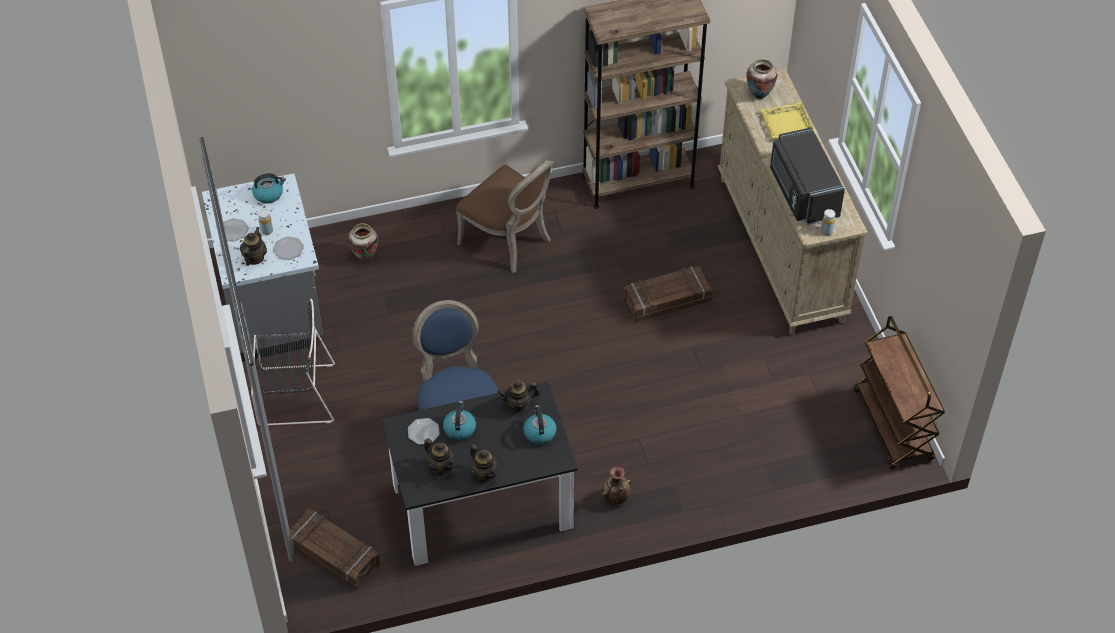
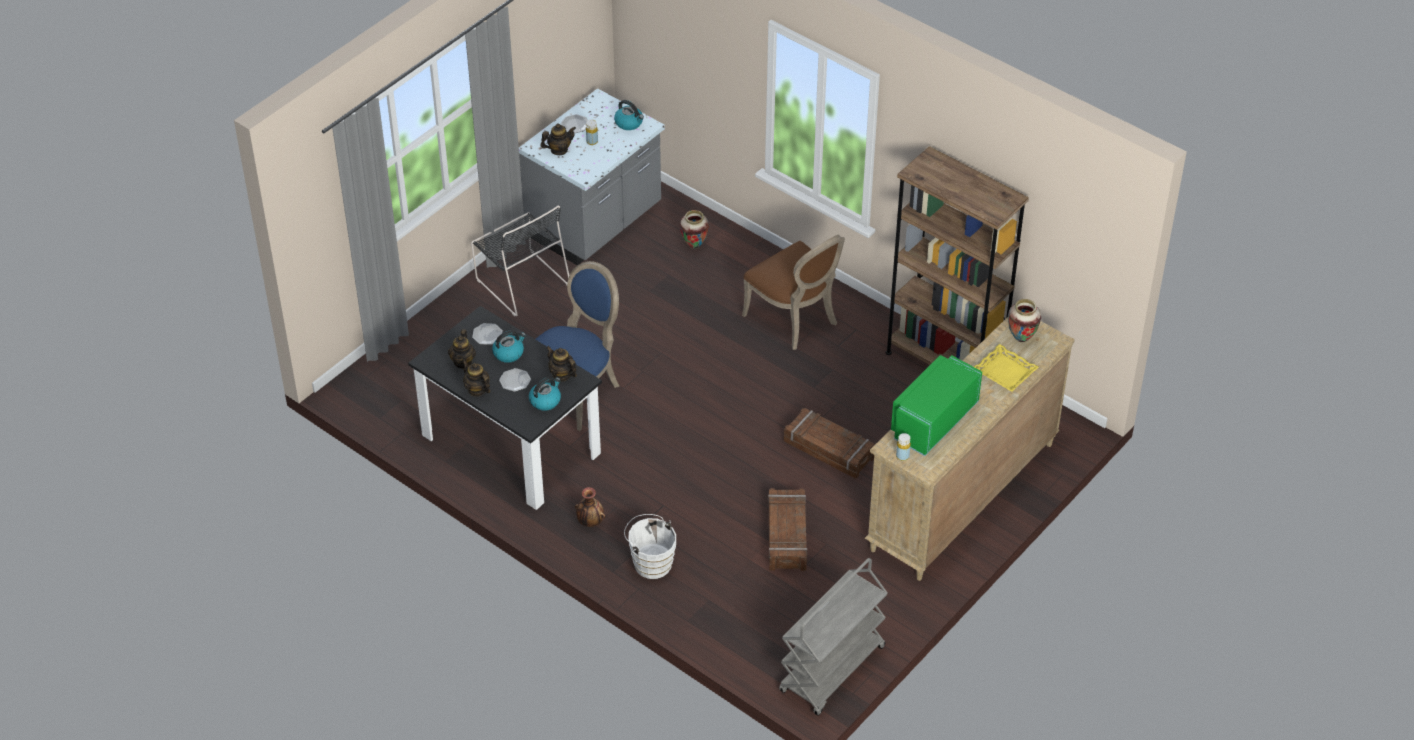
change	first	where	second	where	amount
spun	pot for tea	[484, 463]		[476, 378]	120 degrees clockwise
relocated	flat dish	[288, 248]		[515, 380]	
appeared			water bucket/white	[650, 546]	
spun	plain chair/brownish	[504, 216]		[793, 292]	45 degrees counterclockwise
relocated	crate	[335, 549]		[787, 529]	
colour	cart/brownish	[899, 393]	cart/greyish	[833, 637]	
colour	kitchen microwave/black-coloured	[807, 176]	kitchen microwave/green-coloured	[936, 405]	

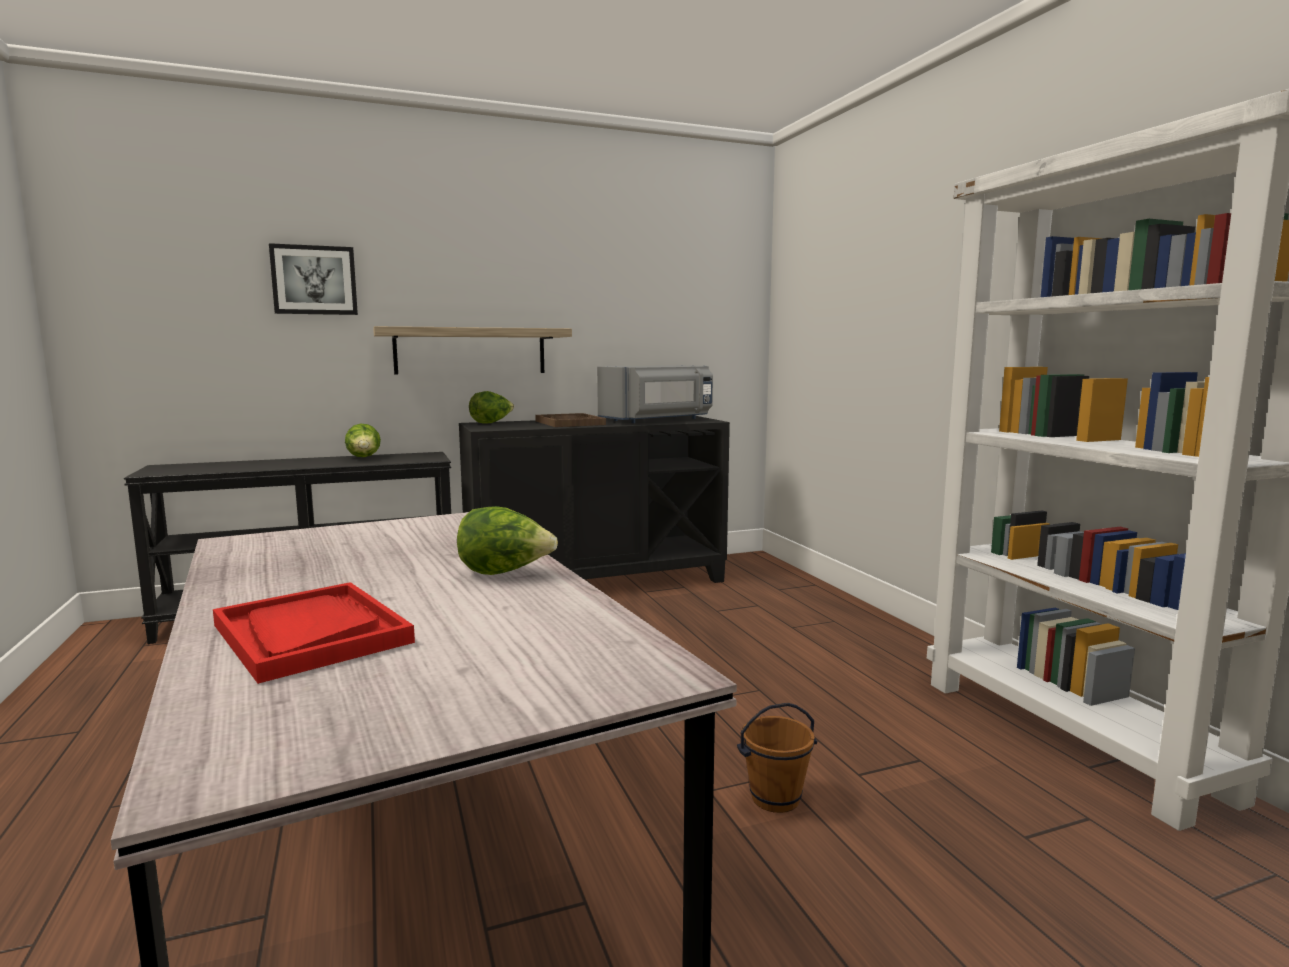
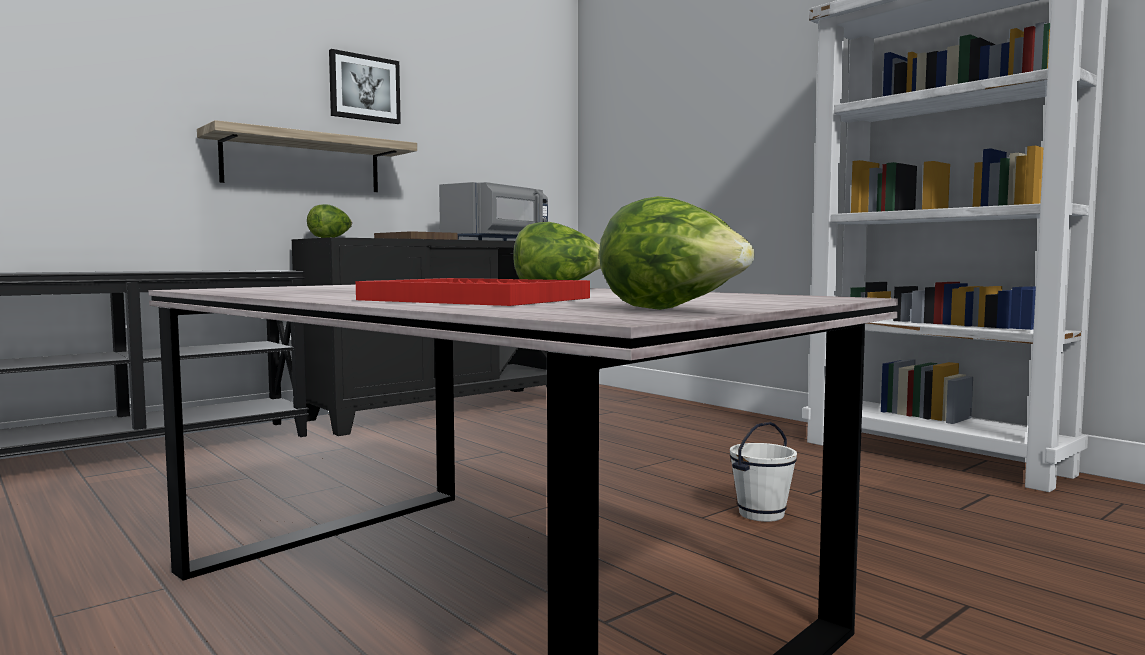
change	first	where	second	where	amount
relocated	picture	[313, 279]		[365, 86]	
relocated	lettuce	[363, 440]		[677, 253]	
colour	water bucket/brownish	[777, 758]	water bucket/white	[763, 471]	

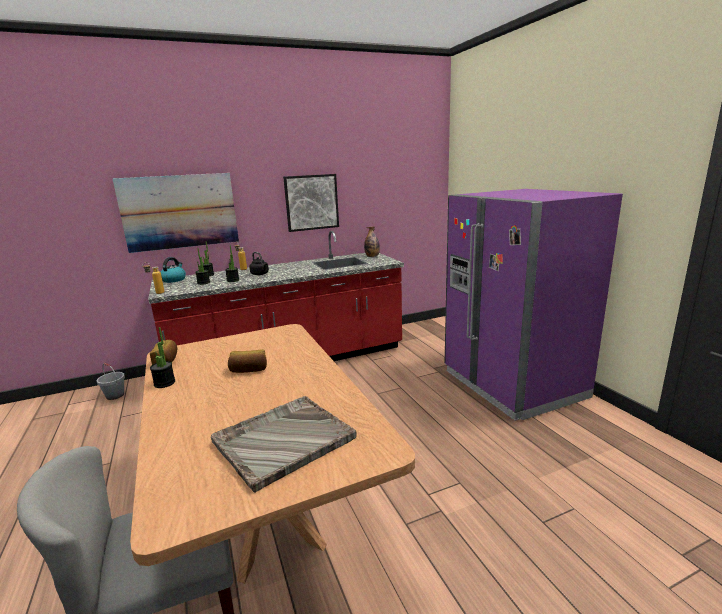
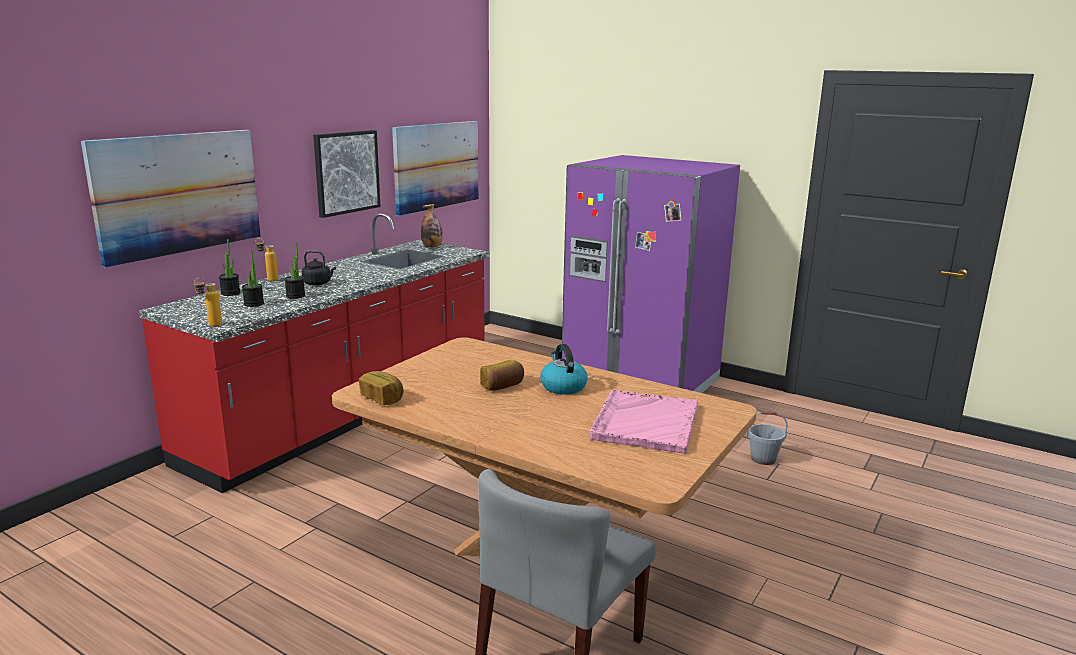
change	first	where	second	where	amount
appeared			picture	[435, 168]	
relocated	kettle	[173, 270]		[564, 369]	
colour	carrying tray/greyish	[284, 444]	carrying tray/pink	[644, 421]	
relocated	water bucket/greyish	[111, 381]		[767, 438]	
missing	potted plant	[162, 357]			

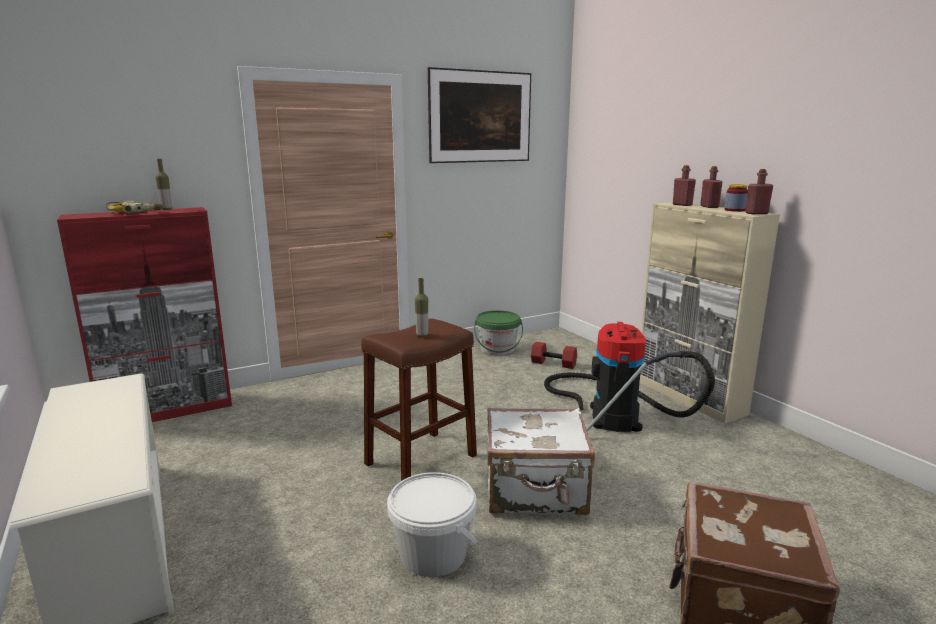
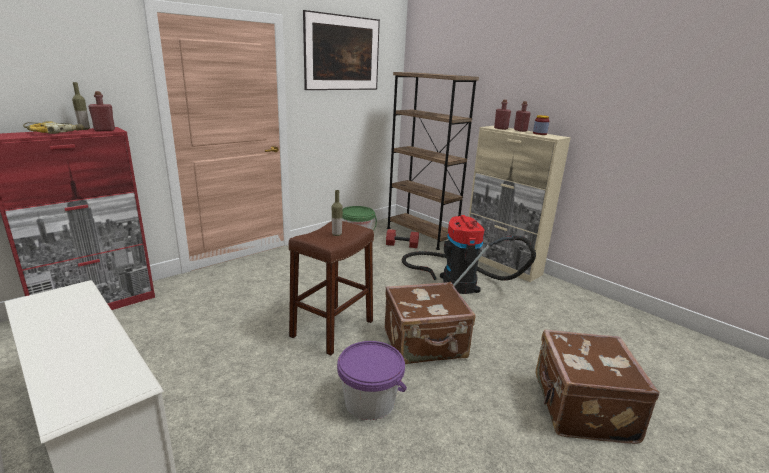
change	first	where	second	where	amount
relocated	drink bottle/reddish	[759, 191]		[101, 111]	
colour	water bucket/white	[432, 524]	water bucket/purple	[372, 380]	
colour	piece of luggage/white	[541, 461]	piece of luggage/brownish	[430, 323]	
appeared			shelving unit/brownish	[433, 161]	

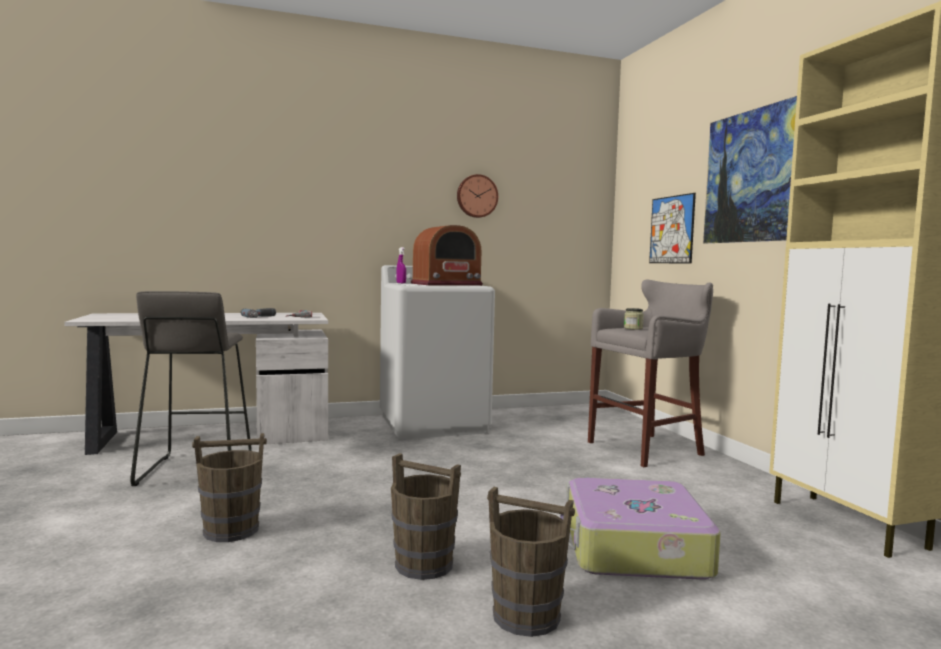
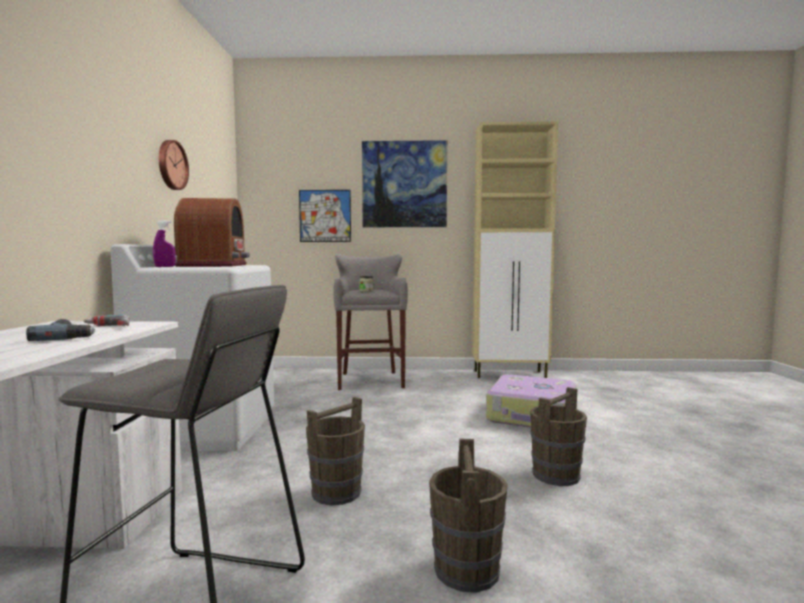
change	first	where	second	where	amount
relocated	water bucket/brownish	[531, 562]		[335, 451]	

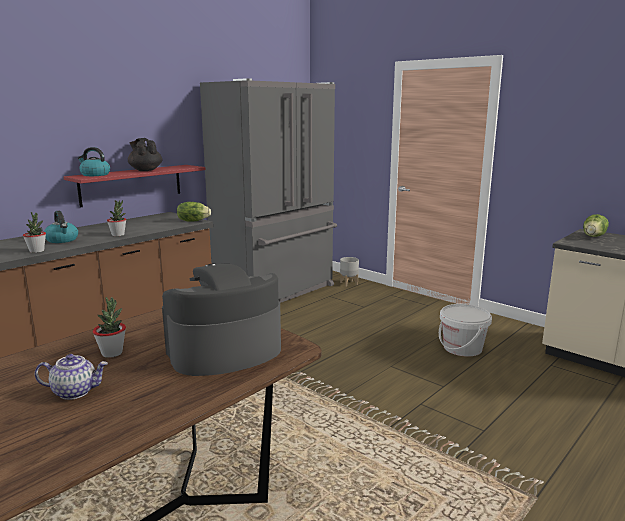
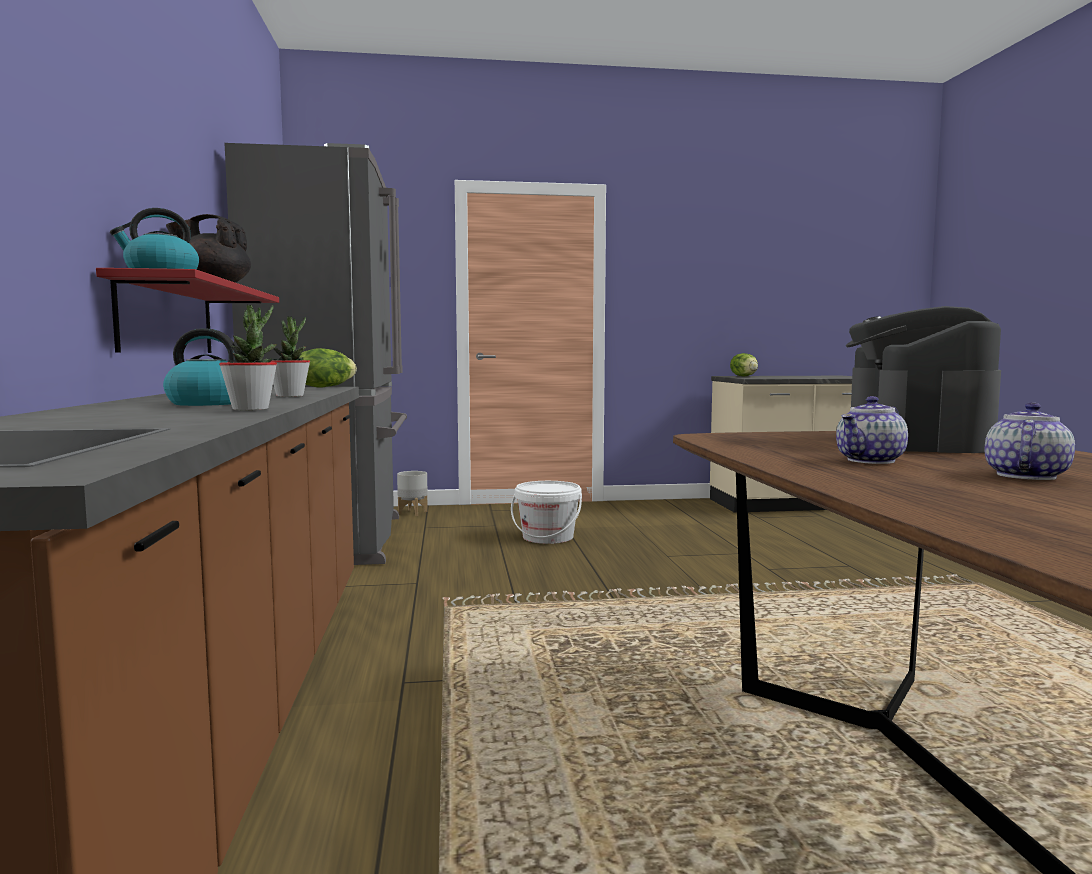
change	first	where	second	where	amount
relocated	water bucket/white	[465, 330]		[546, 512]	
exchanged	potted plant	[109, 327]	pot for tea	[872, 430]	

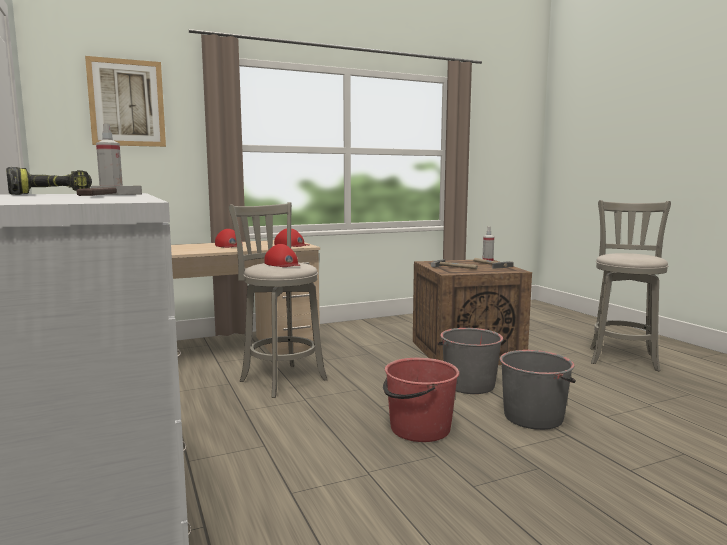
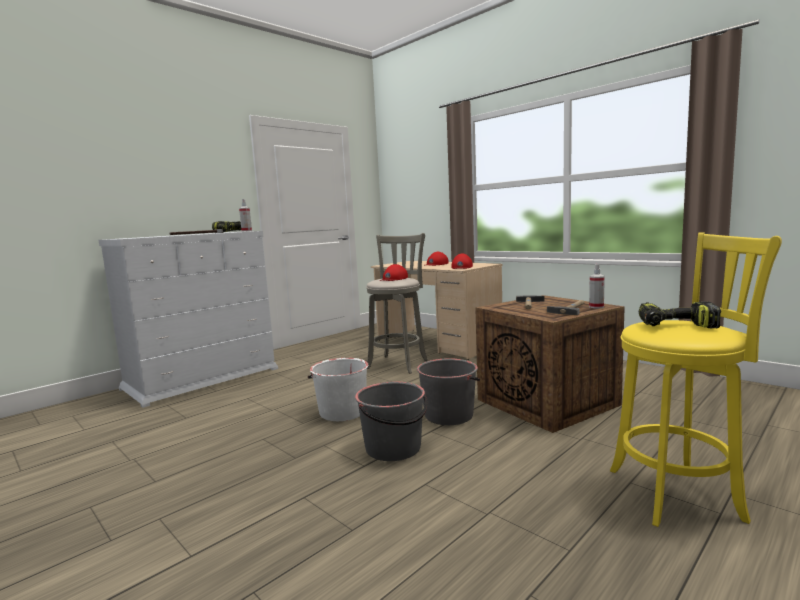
change	first	where	second	where	amount
colour	water bucket/reddish	[421, 400]	water bucket/white	[338, 389]	
colour	stool seat/greyish	[630, 286]	stool seat/yellowish	[696, 379]	
appeared			drill	[680, 315]	
missing	picture	[125, 101]			

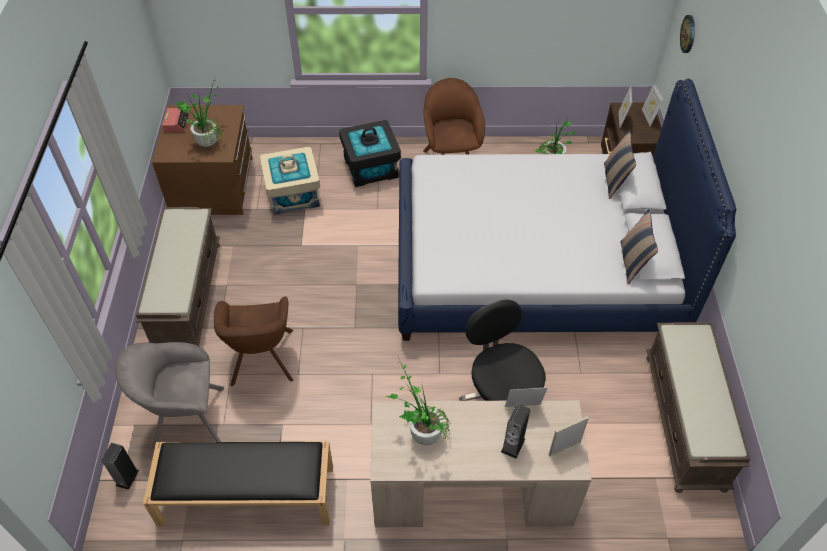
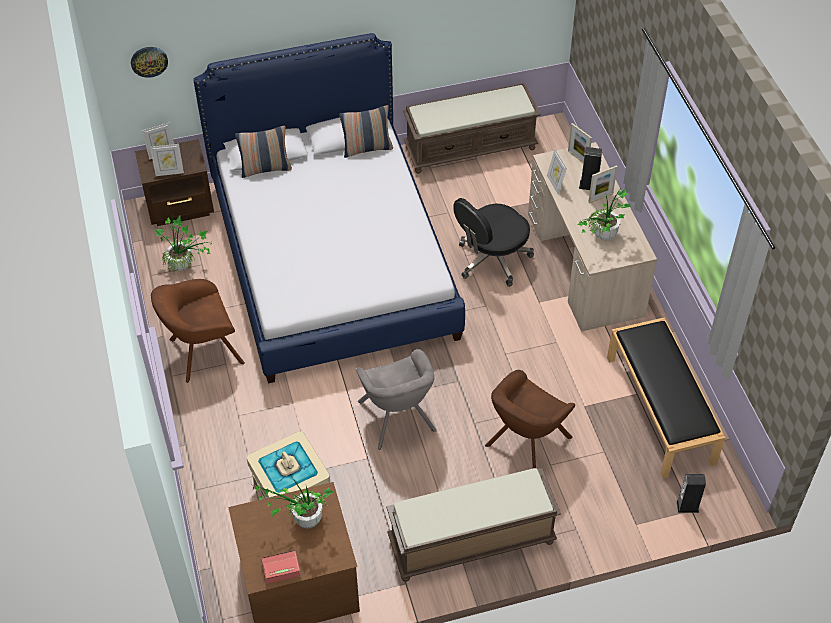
change	first	where	second	where	amount
relocated	armchair/greyish	[169, 395]		[396, 399]	
spun	armchair/brownish	[253, 341]		[530, 419]	150 degrees clockwise
appeared			standing frame	[602, 184]	
missing	storage box/black-coloured	[370, 153]			

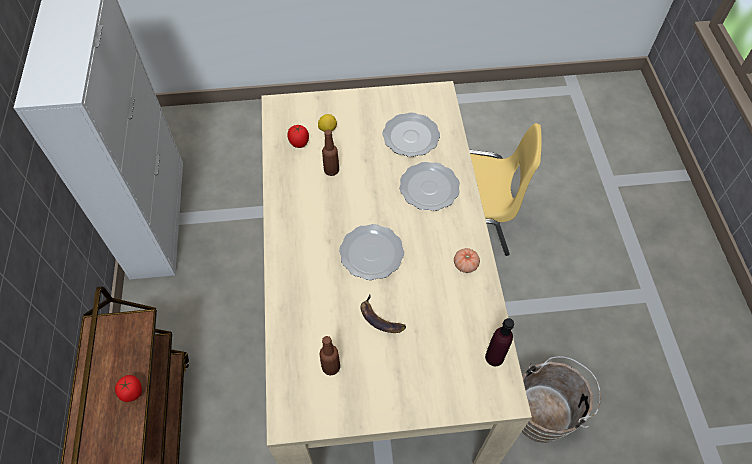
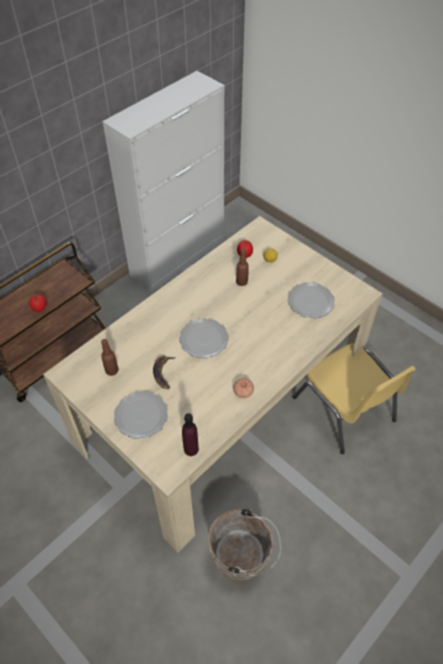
change	first	where	second	where	amount
relocated	flat dish	[429, 186]		[141, 415]	

